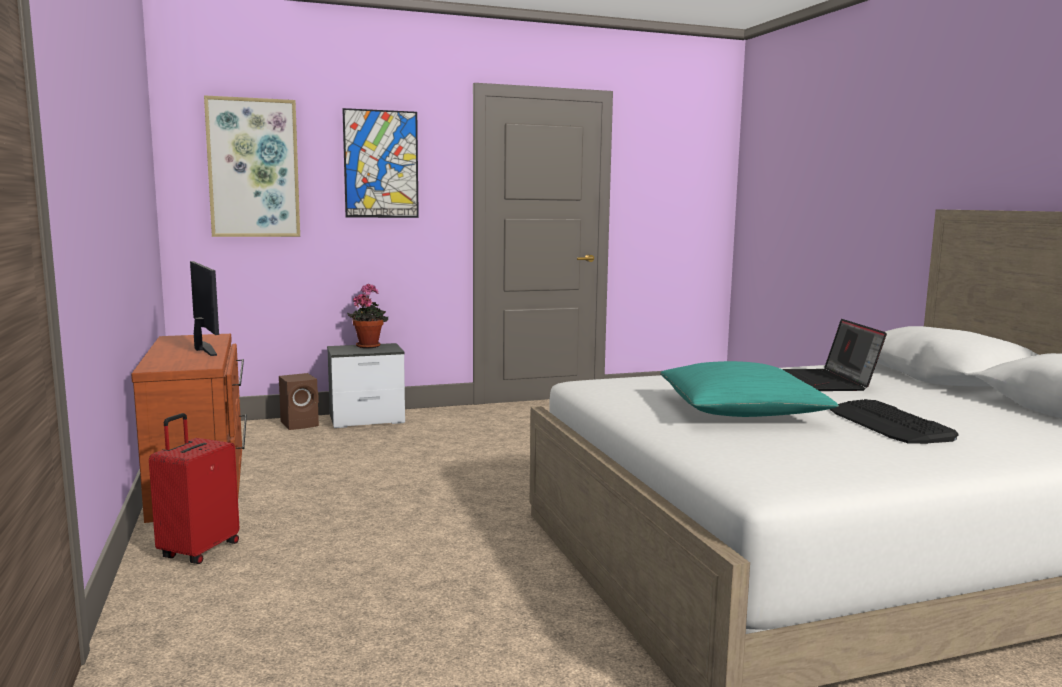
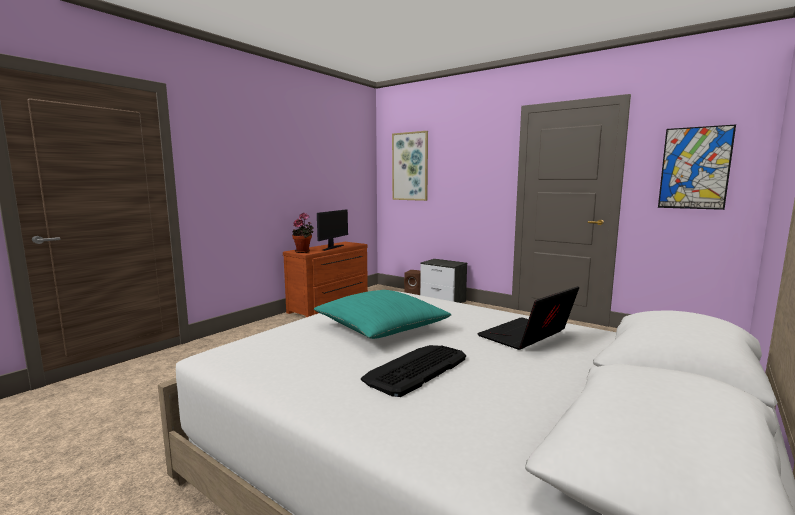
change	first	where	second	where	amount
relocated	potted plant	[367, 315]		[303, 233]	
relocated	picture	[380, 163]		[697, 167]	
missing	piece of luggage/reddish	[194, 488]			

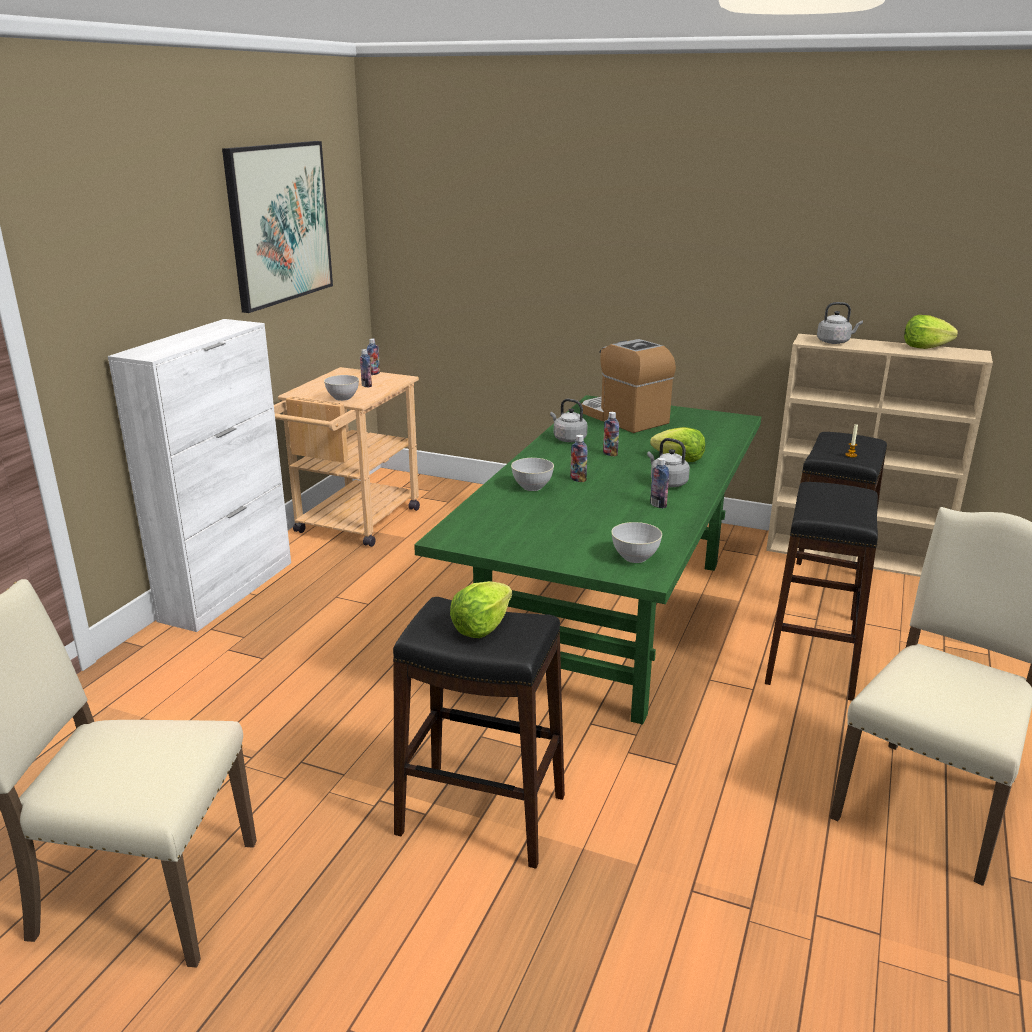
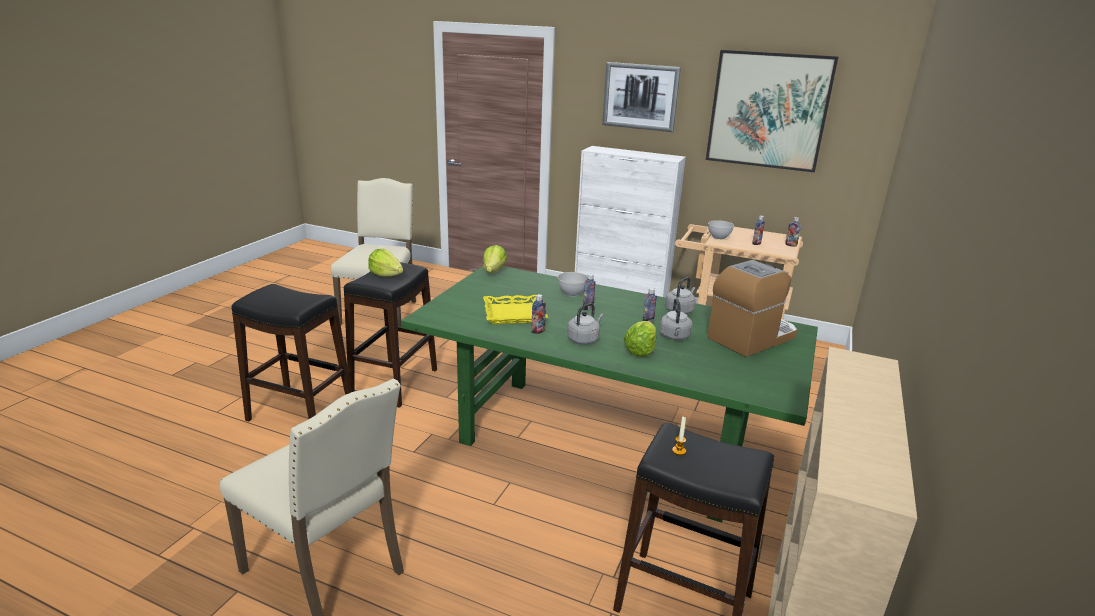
change	first	where	second	where	amount
relocated	stool seat/black-coloured	[821, 591]		[291, 352]	
relocated	lettuce	[931, 332]		[495, 259]	
appeared			carrying tray/yellowish	[515, 309]	
appeared			picture	[641, 97]	
relocated	kettle/greyish	[840, 323]		[676, 319]	
missing	bowl/greyish	[636, 542]			

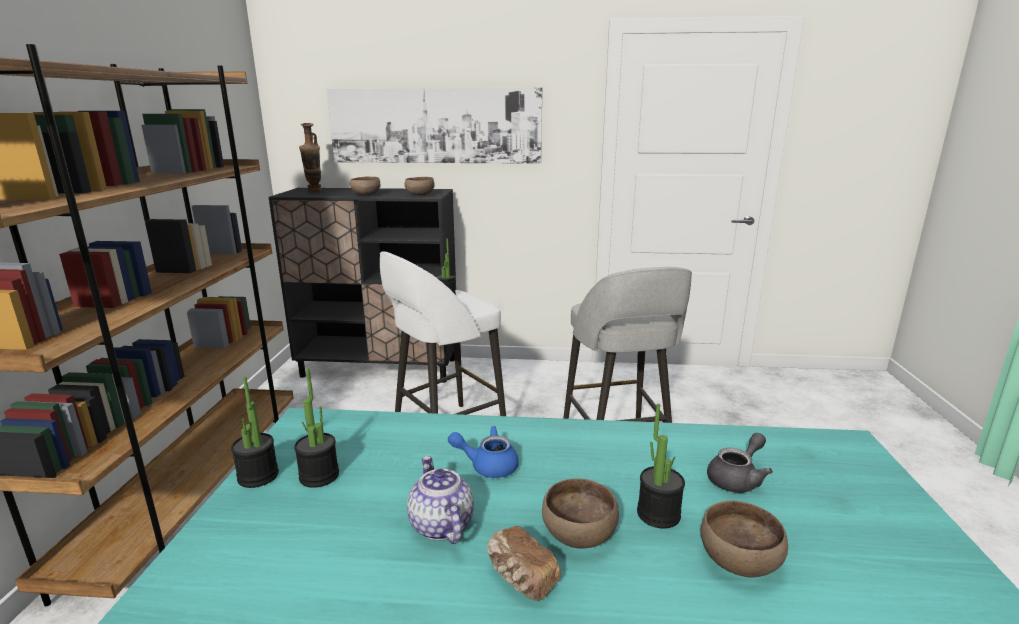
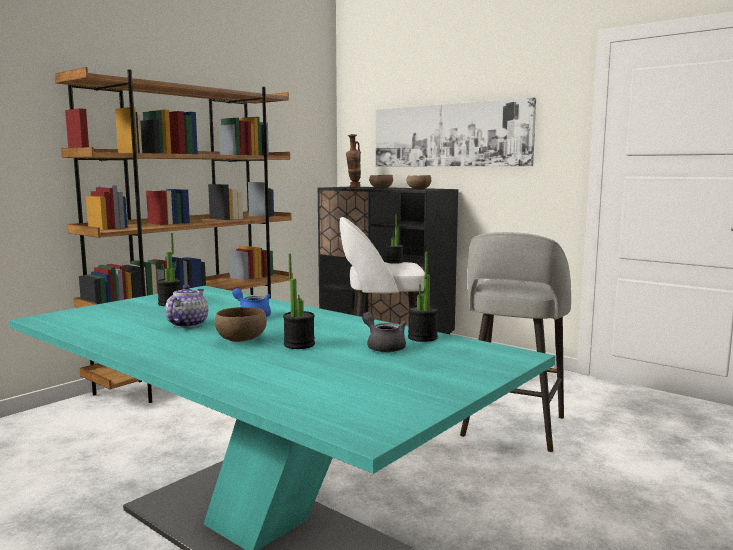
change	first	where	second	where	amount
spun	pot for tea/greyish	[740, 463]		[384, 332]	120 degrees counterclockwise
relocated	potted plant	[255, 432]		[423, 297]	
missing	baked bread	[524, 563]			
missing	bowl/brownish	[744, 539]			

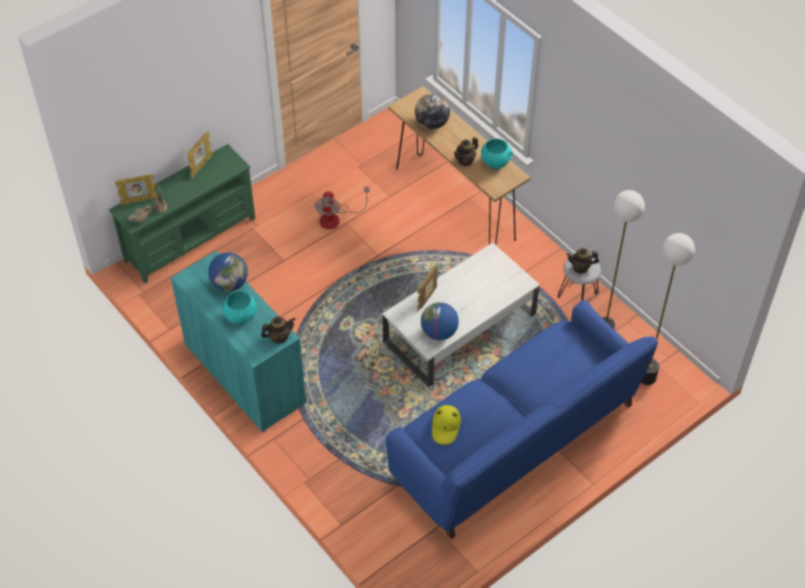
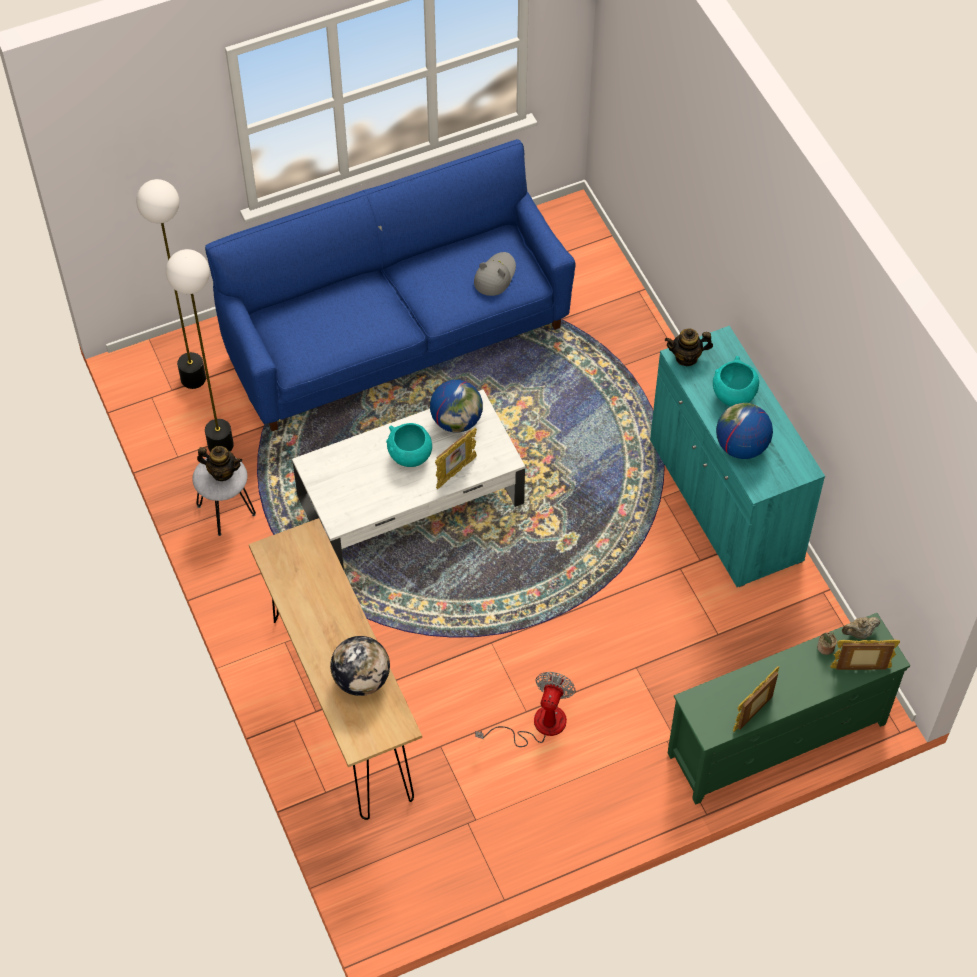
change	first	where	second	where	amount
relocated	bowl/turquoise	[497, 154]		[409, 445]	
colour	hat/yellowish	[446, 425]	hat/greyish	[495, 274]	
missing	pot for tea	[466, 151]			

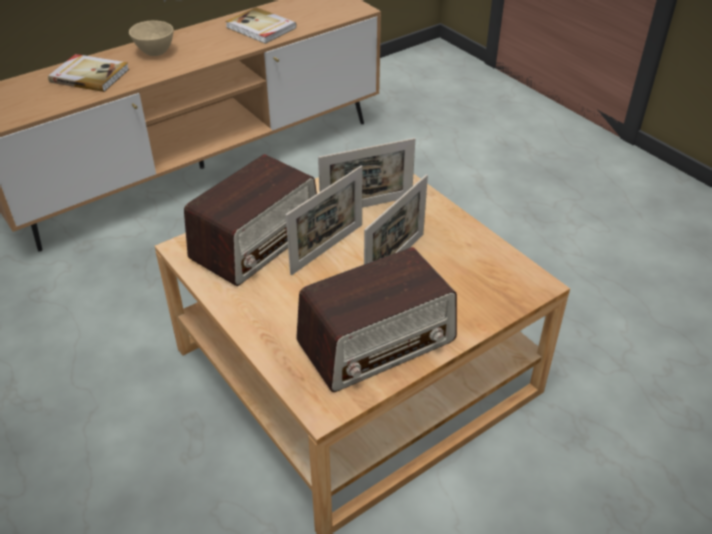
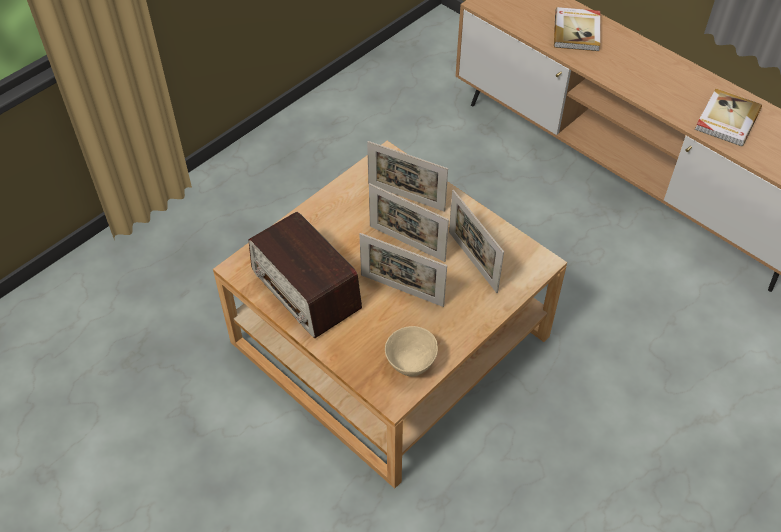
change	first	where	second	where	amount
exchanged	radio receiver	[250, 220]	standing frame	[407, 176]	
relocated	bowl/sand-coloured	[151, 38]		[411, 351]	

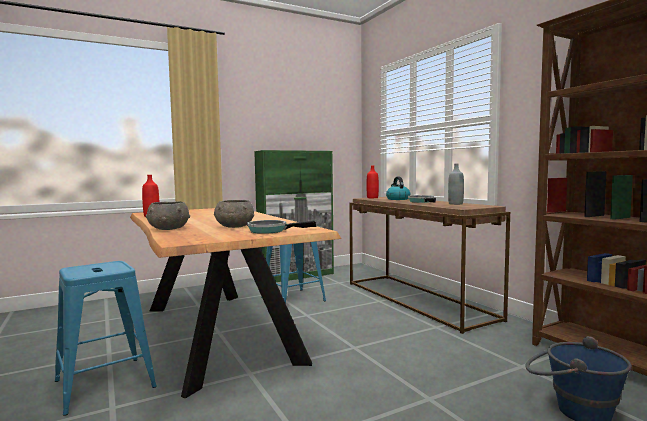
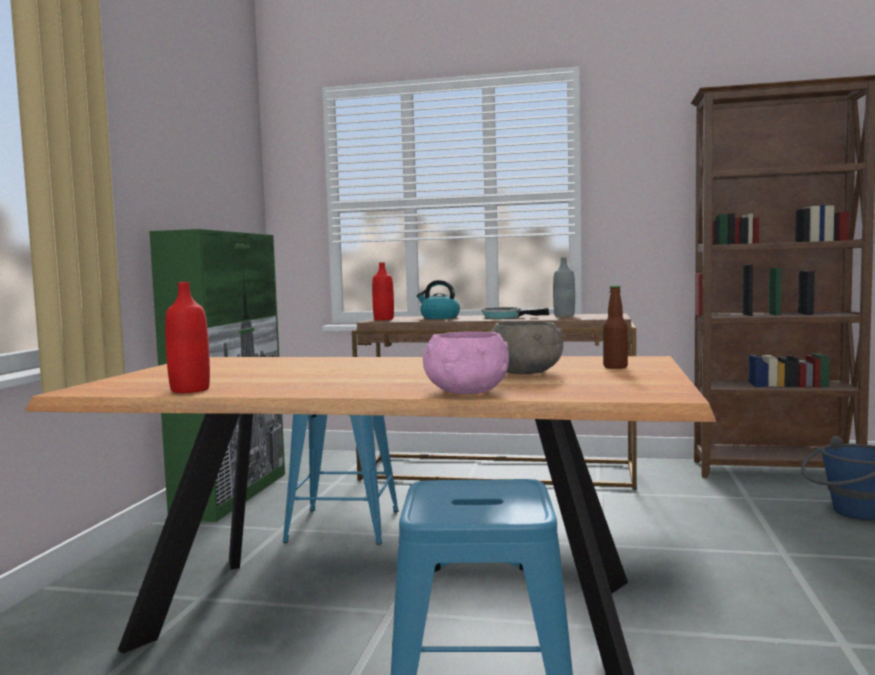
change	first	where	second	where	amount
colour	bowl/greyish	[168, 216]	bowl/pink	[466, 362]	
exchanged	frying pan	[281, 227]	drink bottle	[615, 327]	

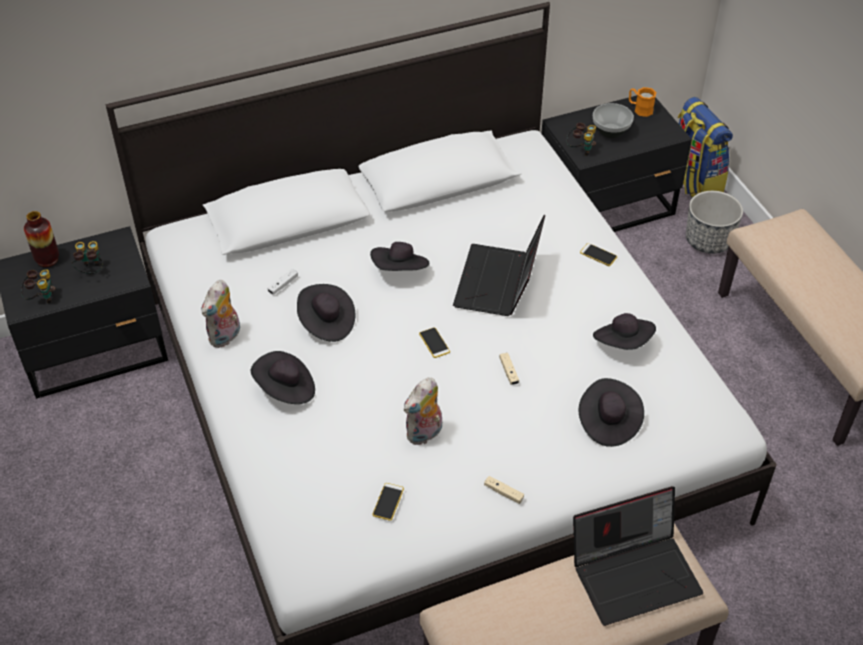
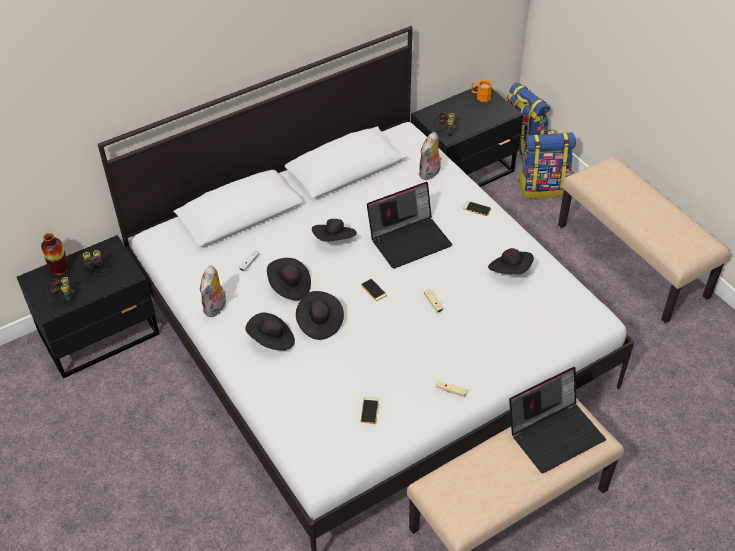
change	first	where	second	where	amount
relocated	hat/black-coloured	[611, 412]		[320, 315]	
spun	laptop	[499, 265]		[409, 225]	120 degrees counterclockwise
relocated	cuddly toy	[423, 411]		[430, 156]	
exchanged	plant pot	[714, 222]	backpack	[547, 163]	
missing	bowl	[613, 120]			

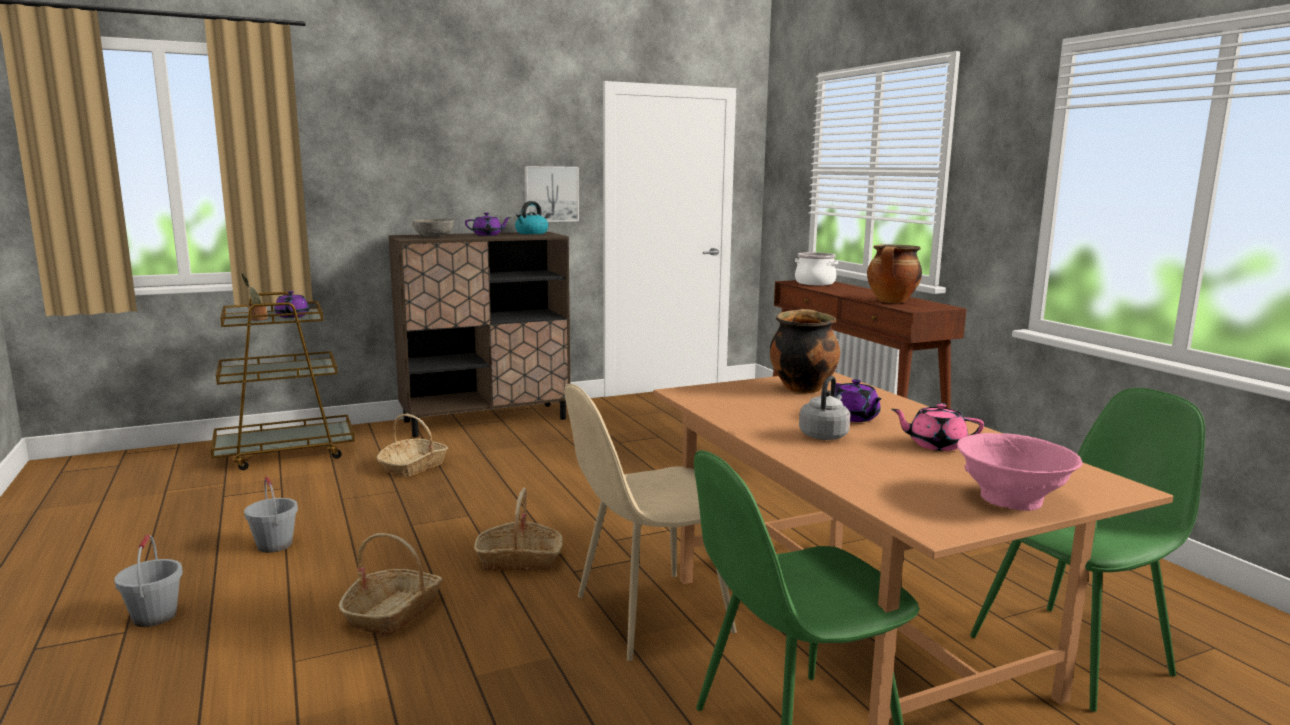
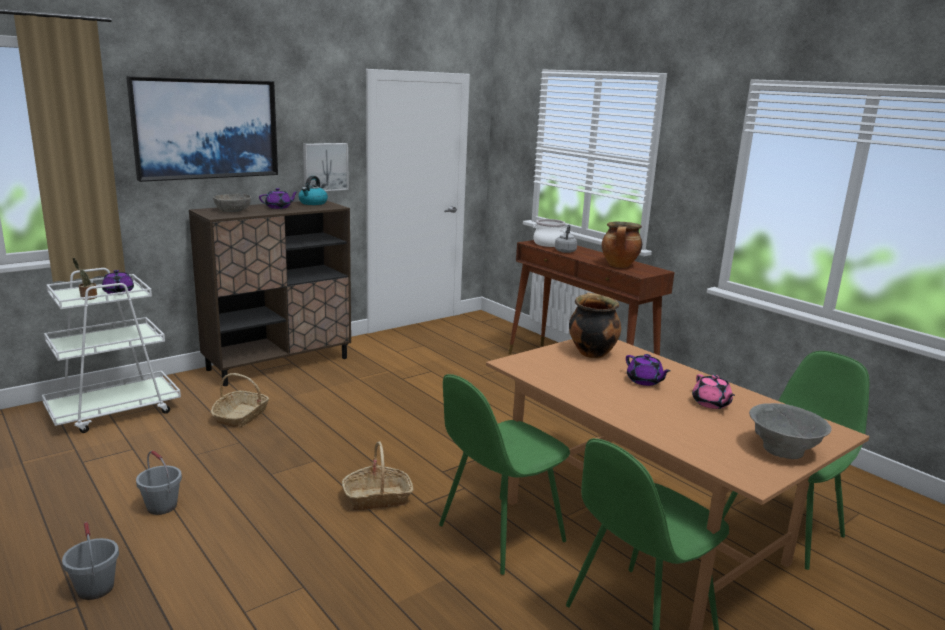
change	first	where	second	where	amount
colour	cart/brownish	[283, 381]	cart/white	[111, 350]	
appeared			picture	[202, 129]	
colour	plain chair/sand-coloured	[650, 522]	plain chair/green-coloured	[504, 474]	
relocated	kettle/greyish	[824, 408]		[566, 239]	
spun	pot for tea/pink	[937, 427]		[713, 391]	105 degrees counterclockwise
colour	bowl/pink	[1019, 472]	bowl/greyish	[790, 431]	
missing	basket	[391, 584]			

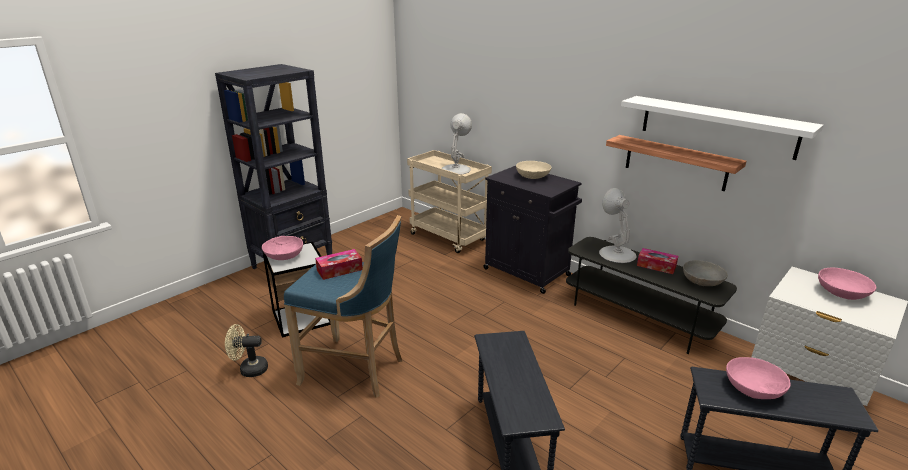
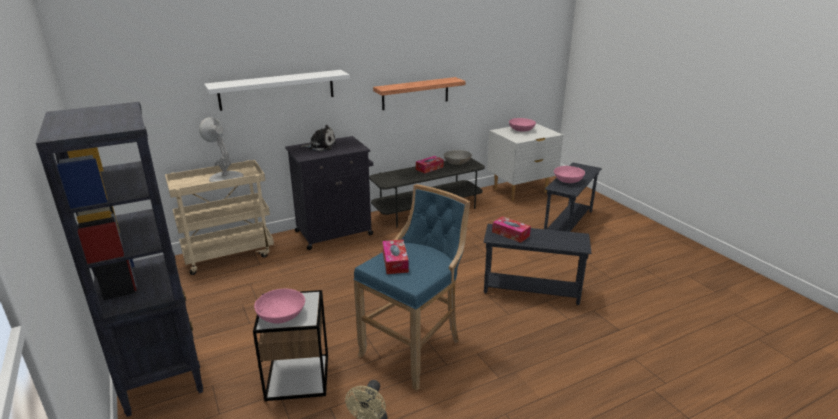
change	first	where	second	where	amount
relocated	bracket shelf/white	[722, 128]		[277, 90]	
exchanged	bowl/sand-coloured	[534, 170]	cuddly toy	[318, 138]	
appeared			box of tissues	[511, 229]	
missing	lamp for a table/white	[617, 225]			

